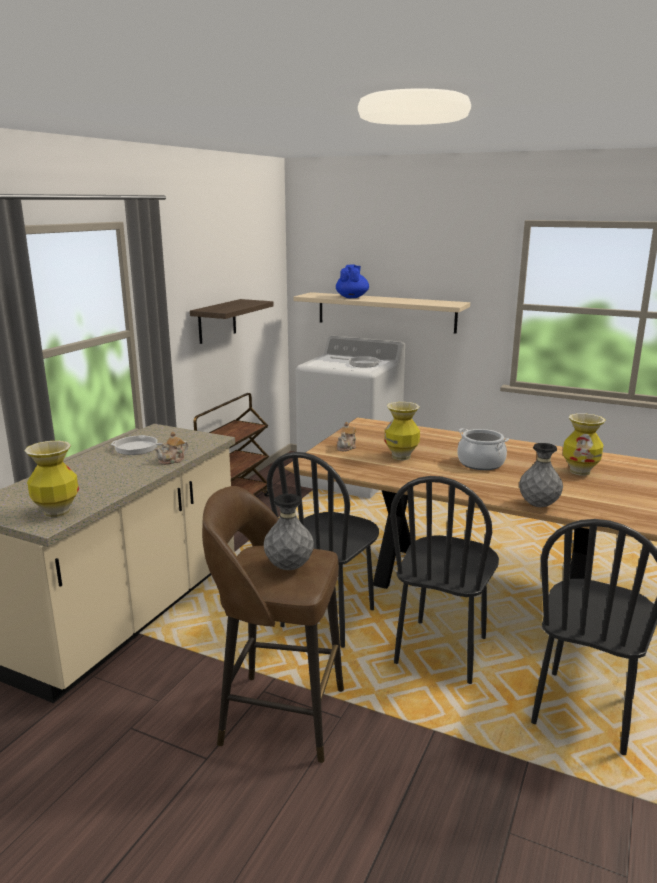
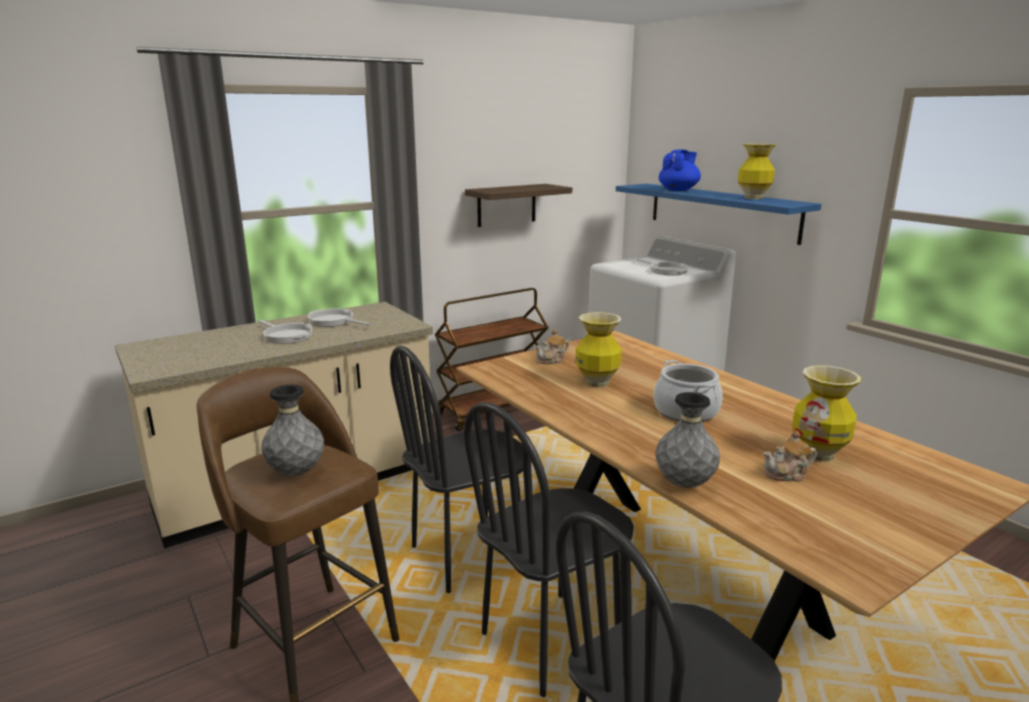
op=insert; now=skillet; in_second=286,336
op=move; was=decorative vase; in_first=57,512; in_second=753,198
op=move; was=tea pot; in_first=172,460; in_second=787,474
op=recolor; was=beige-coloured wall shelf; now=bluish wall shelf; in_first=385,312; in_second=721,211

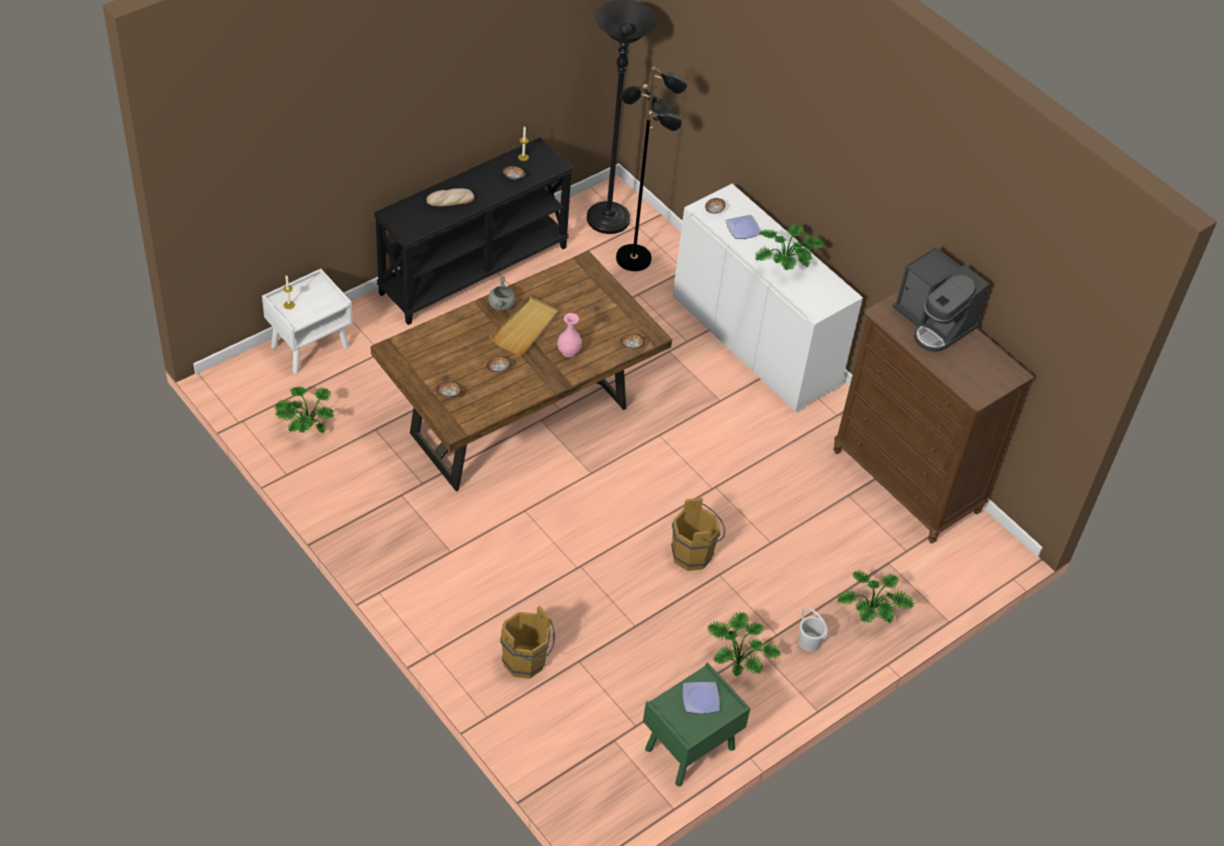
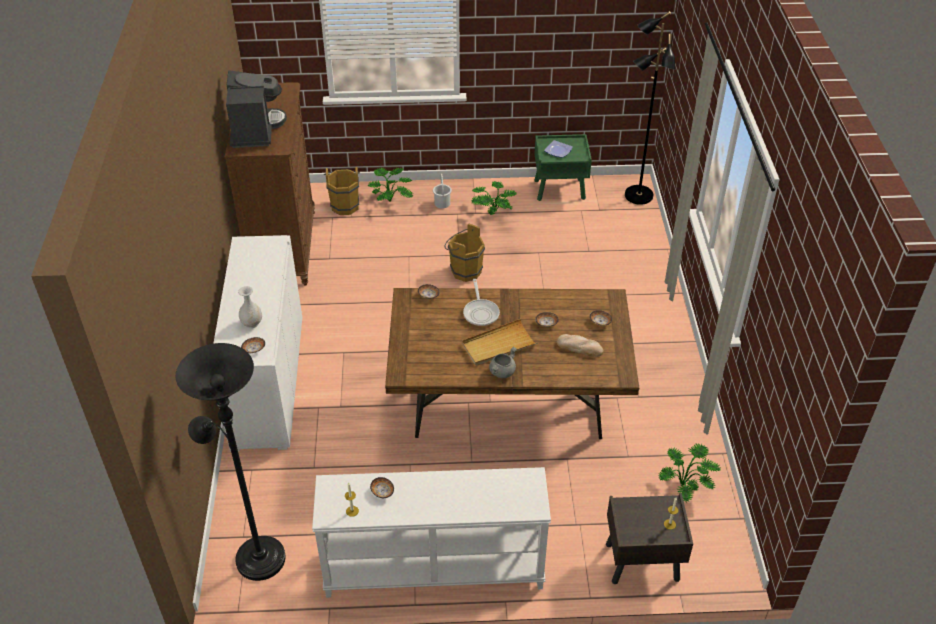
op=delete; was=plant in a pot; in_first=785,266
op=move; was=bread; in_first=450,200; in_second=580,347
op=move; was=brownish bucket; in_first=526,663; in_second=345,205
op=move; was=blackish floor lamp; in_first=634,258; in_second=637,196
op=replace; was=pink-coloured decorative vase; now=skillet; in_first=568,351; in_second=481,312
op=replace; was=flat dish; now=whitish decorative vase; in_first=742,229; in_second=252,323
op=recolor; was=whitish bedside table; now=brownish bedside table; in_first=310,346; in_second=641,562
op=recolor; was=blackish console table; now=whitish console table; in_first=473,269; in_second=433,569

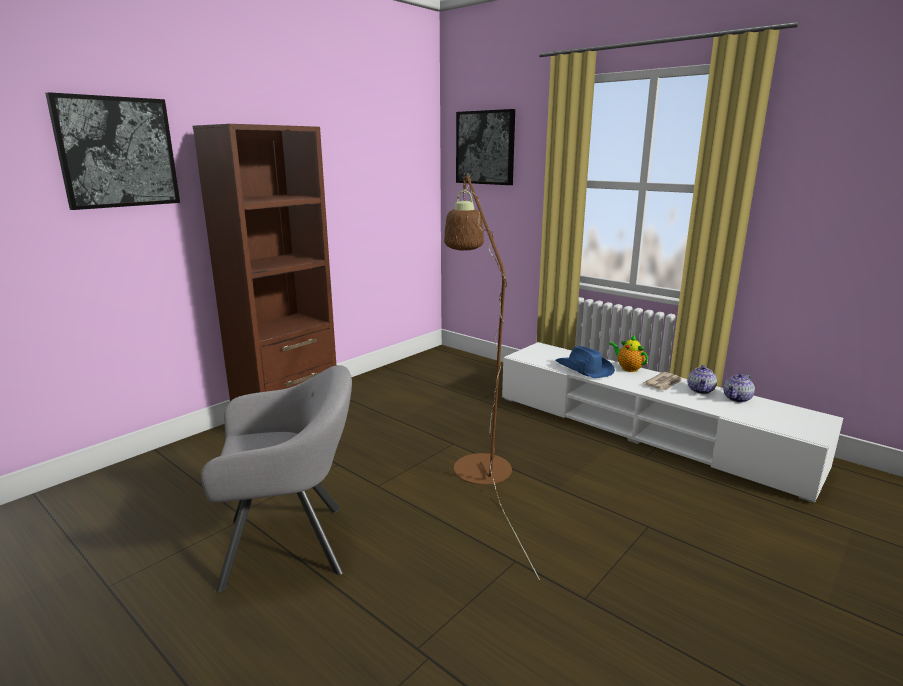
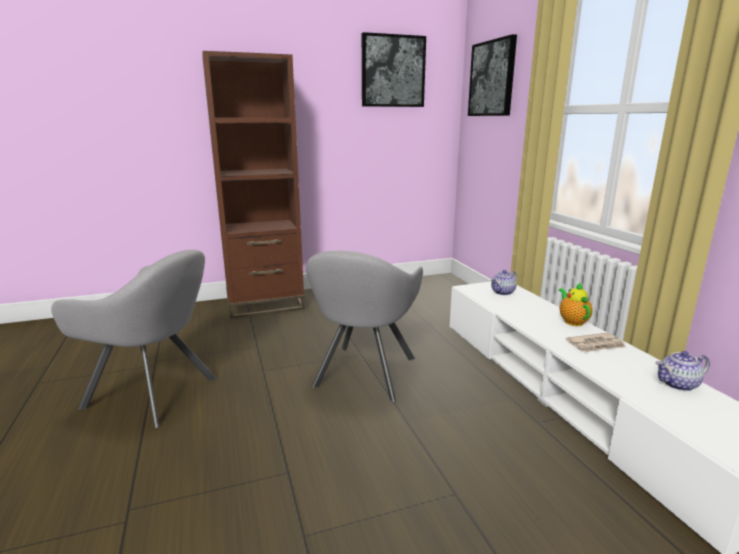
op=delete; was=bluish wearable hat; in_first=584,369
op=move; was=wall art; in_first=117,152; in_second=393,71
op=move; was=tea pot; in_first=701,390; in_second=503,292
op=replace; was=brownish floor lamp; now=gray armchair; in_first=478,460; in_second=364,374

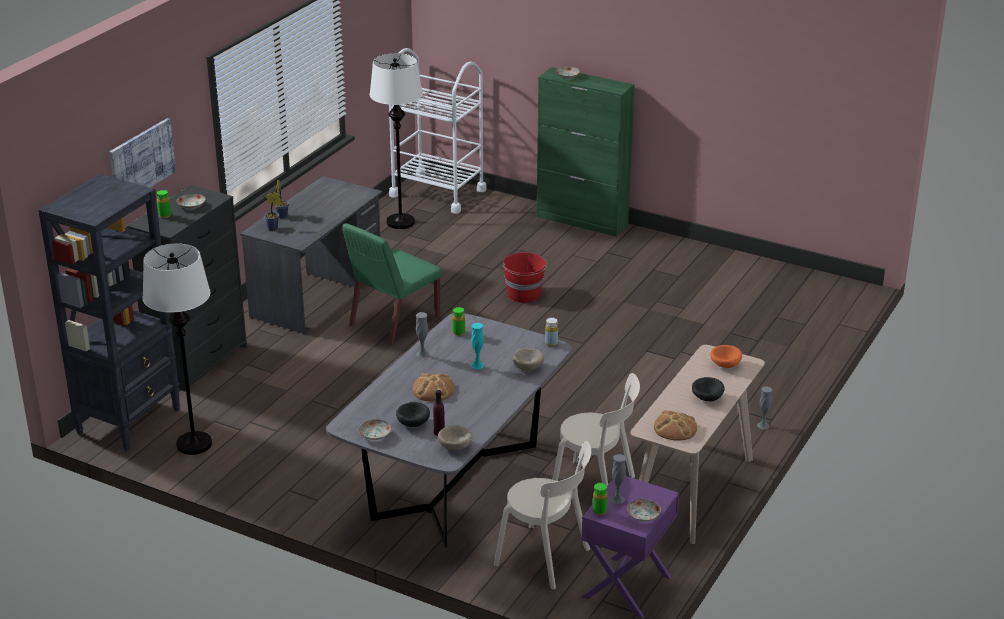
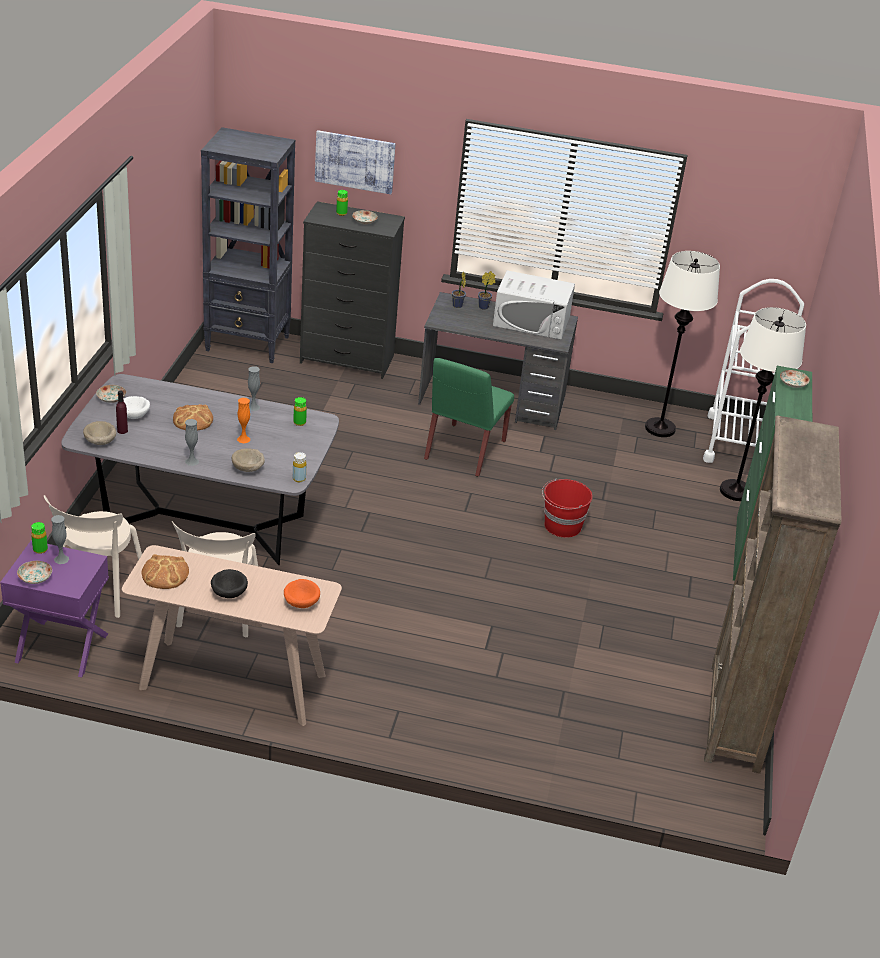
op=insert; now=whitish microwave; in_second=531,322
op=insert; now=brownish bookshelf; in_second=734,717
op=move; was=whitish floor lamp; in_first=193,444; in_second=735,491
op=move; was=gray decorative vase; in_first=763,425; in_second=192,461
op=recolor; was=blackish bowl; now=whitish bowl; in_first=412,423; in_second=135,415
op=recolor; was=turquoise decorative vase; now=orange decorative vase; in_first=477,365; in_second=243,439
op=rotate; was=green-coloured chair; in_first=394,322; in_second=464,451; clockwise=-90

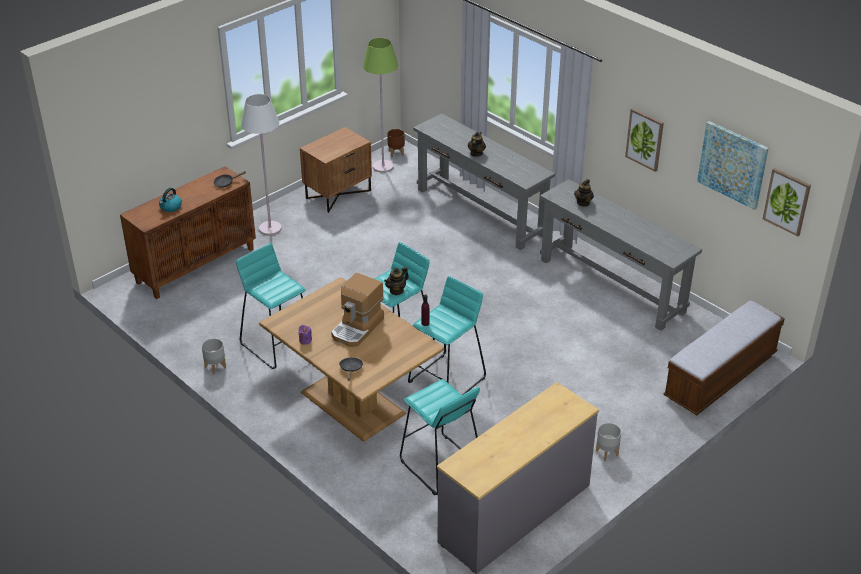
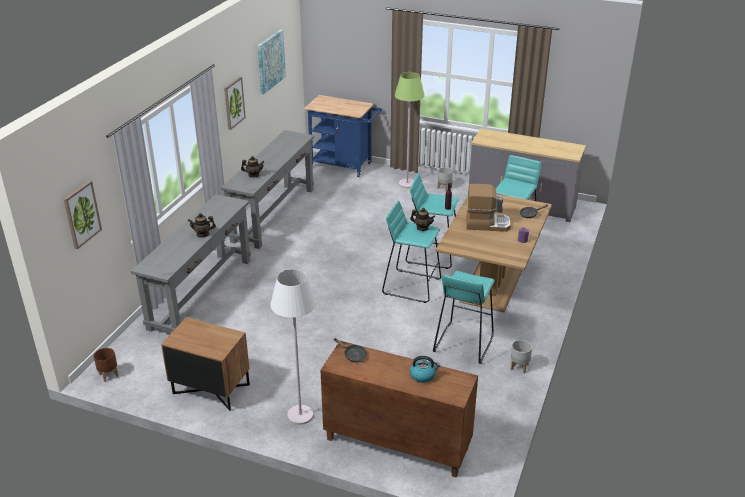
op=move; was=green-coloured floor lamp; in_first=383,167; in_second=407,184
op=move; was=wall art; in_first=787,201; in_second=81,214
op=replace; was=long seat; now=bluish trolley; in_first=720,376; in_second=344,166

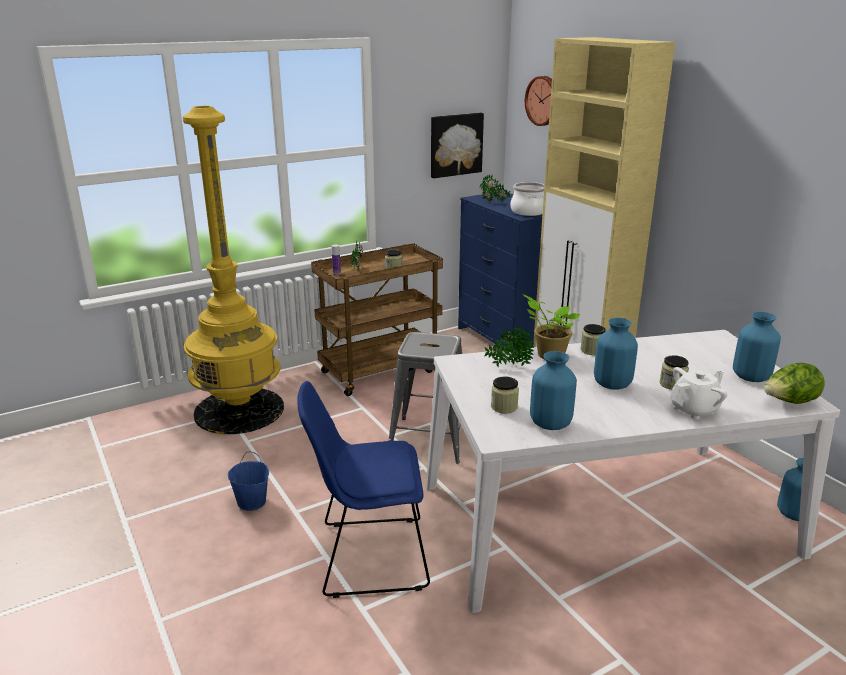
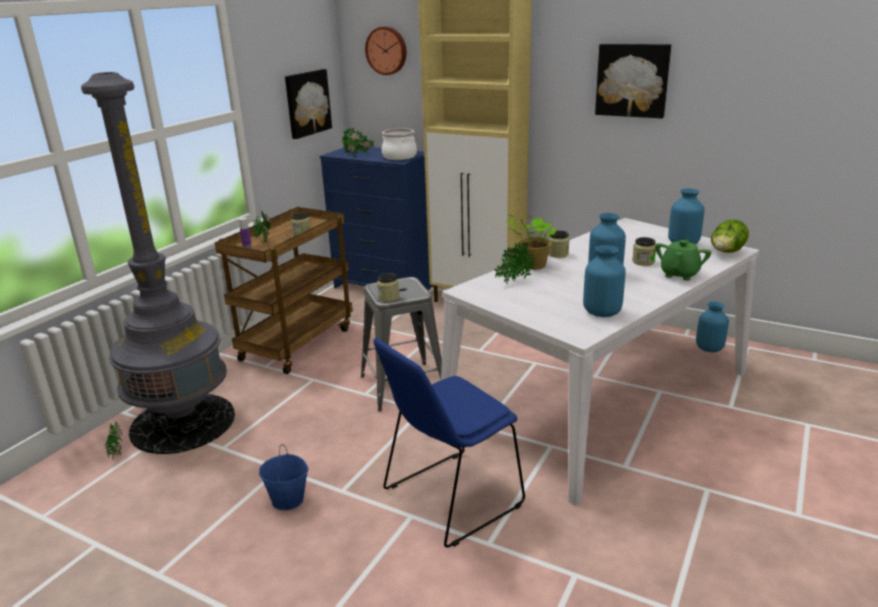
op=insert; now=plant in a pot; in_second=118,453
op=insert; now=wall art; in_second=632,80
op=move; was=preserve jar; in_first=504,407; in_second=388,297
op=recolor; was=yellow-coloured floor lamp; now=gray floor lamp; in_first=239,410; in_second=183,422
op=recolor; was=whitish tea pot; now=green-coloured tea pot; in_first=694,409; in_second=679,274

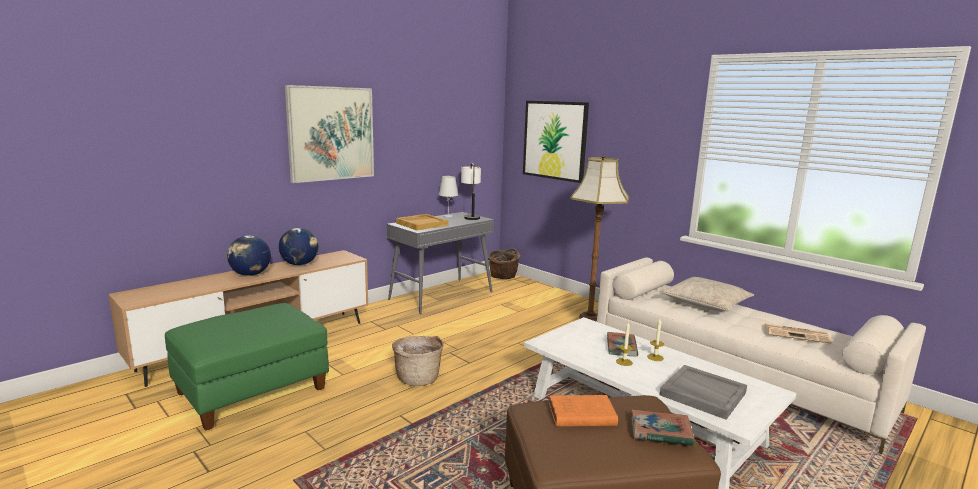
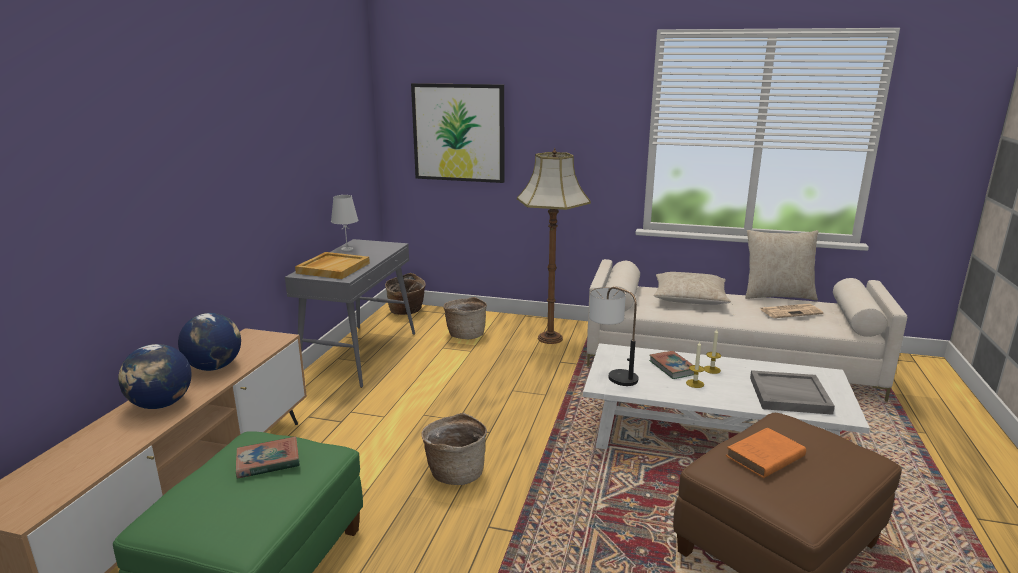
op=delete; was=wall art; in_first=331,133
op=insert; now=household basket; in_second=466,334
op=insert; now=beige-coloured pillow; in_second=777,295
op=move; was=table lamp; in_first=470,216; in_second=611,373
op=move; was=volume; in_first=660,431; in_second=268,461

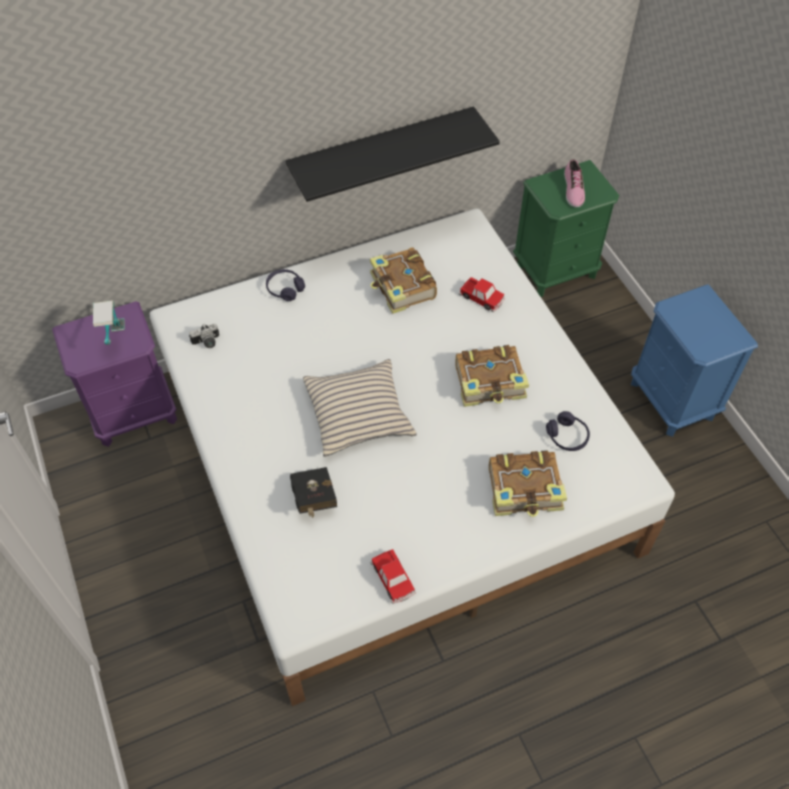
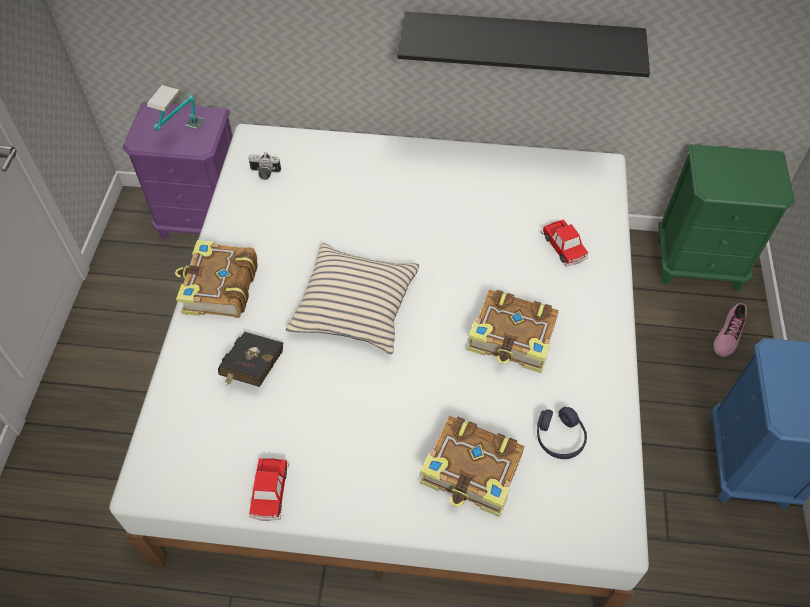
op=delete; was=purple-coloured headset; in_first=285,289
op=move; was=volume; in_first=402,287; in_second=219,288
op=move; was=item of footwear; in_first=572,189; in_second=728,334

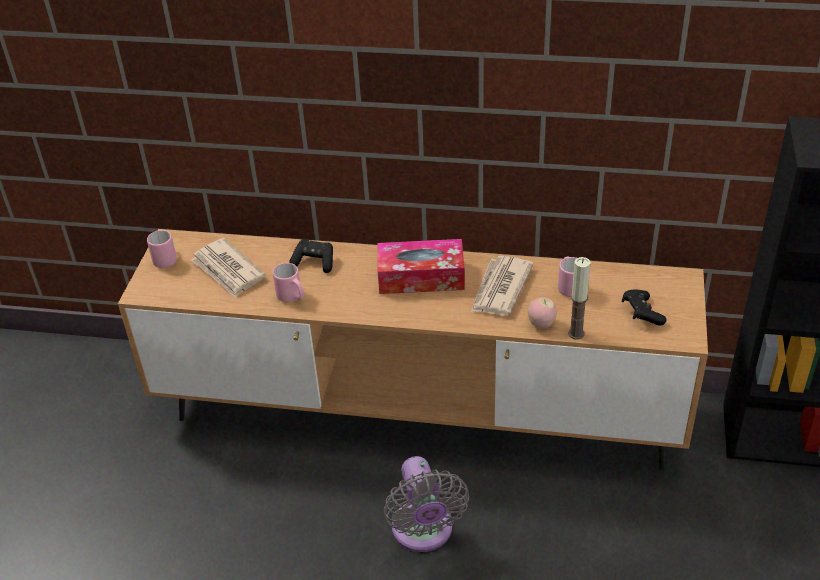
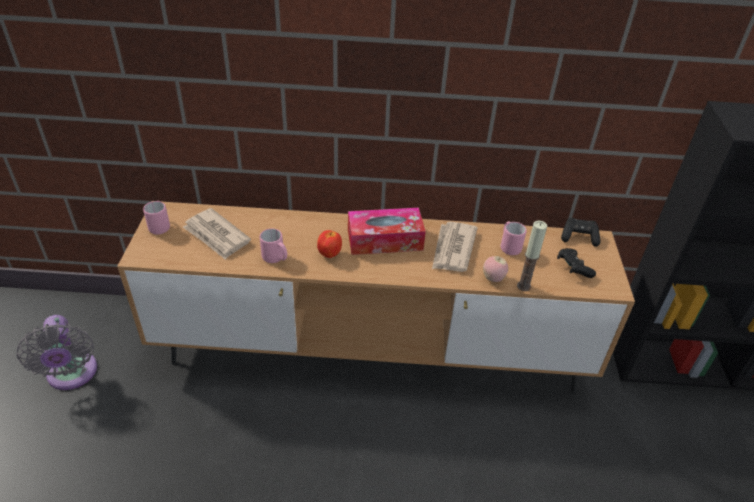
op=insert; now=whole apple; in_second=329,254
op=move; was=blackish joypad; in_first=314,262; in_second=579,237
op=move; was=gray electric fan; in_first=423,532; in_second=72,375

